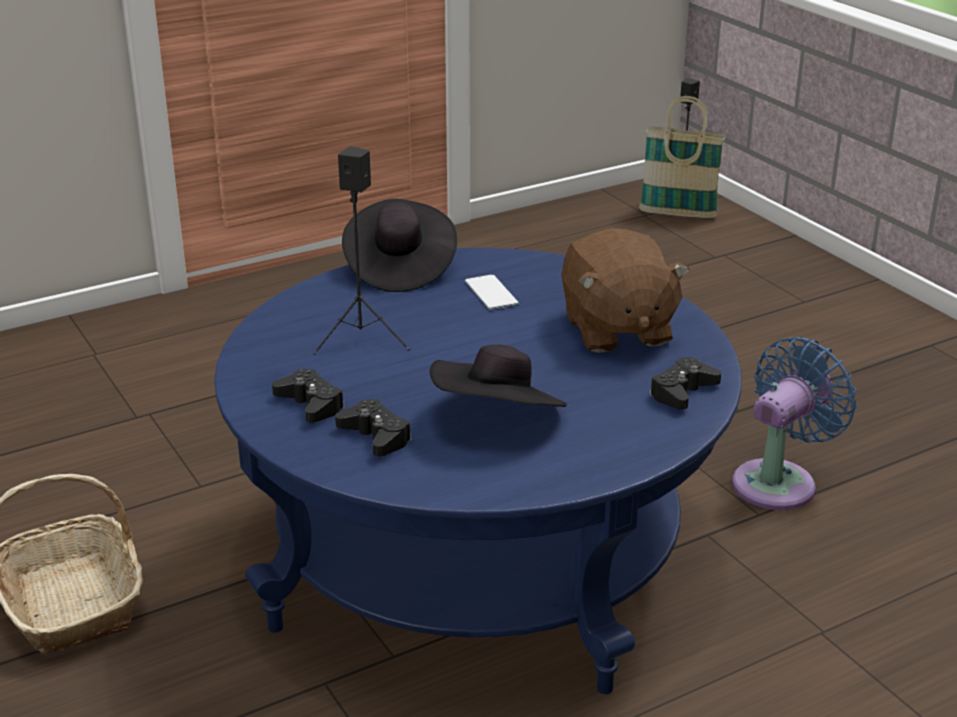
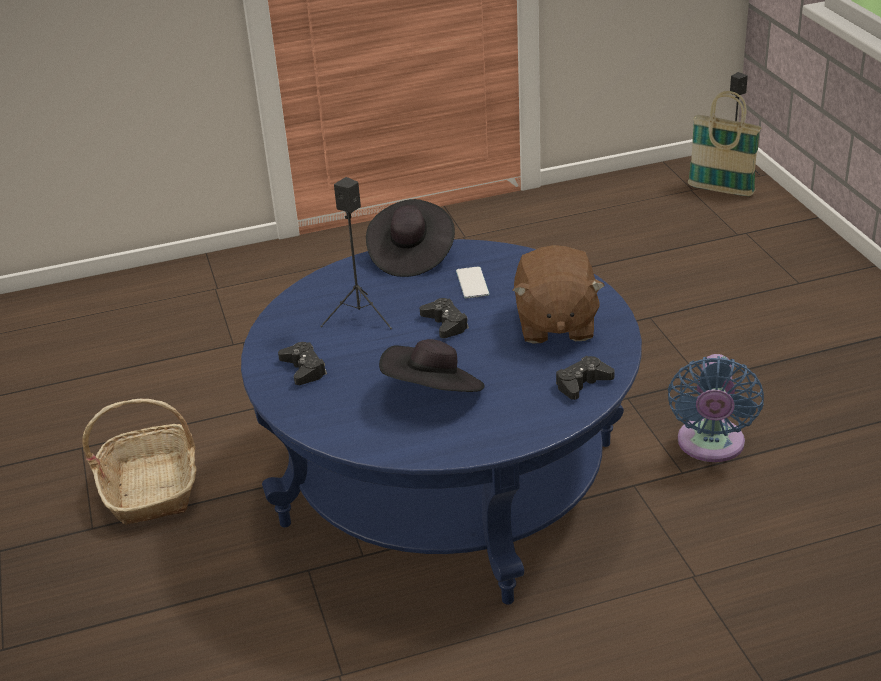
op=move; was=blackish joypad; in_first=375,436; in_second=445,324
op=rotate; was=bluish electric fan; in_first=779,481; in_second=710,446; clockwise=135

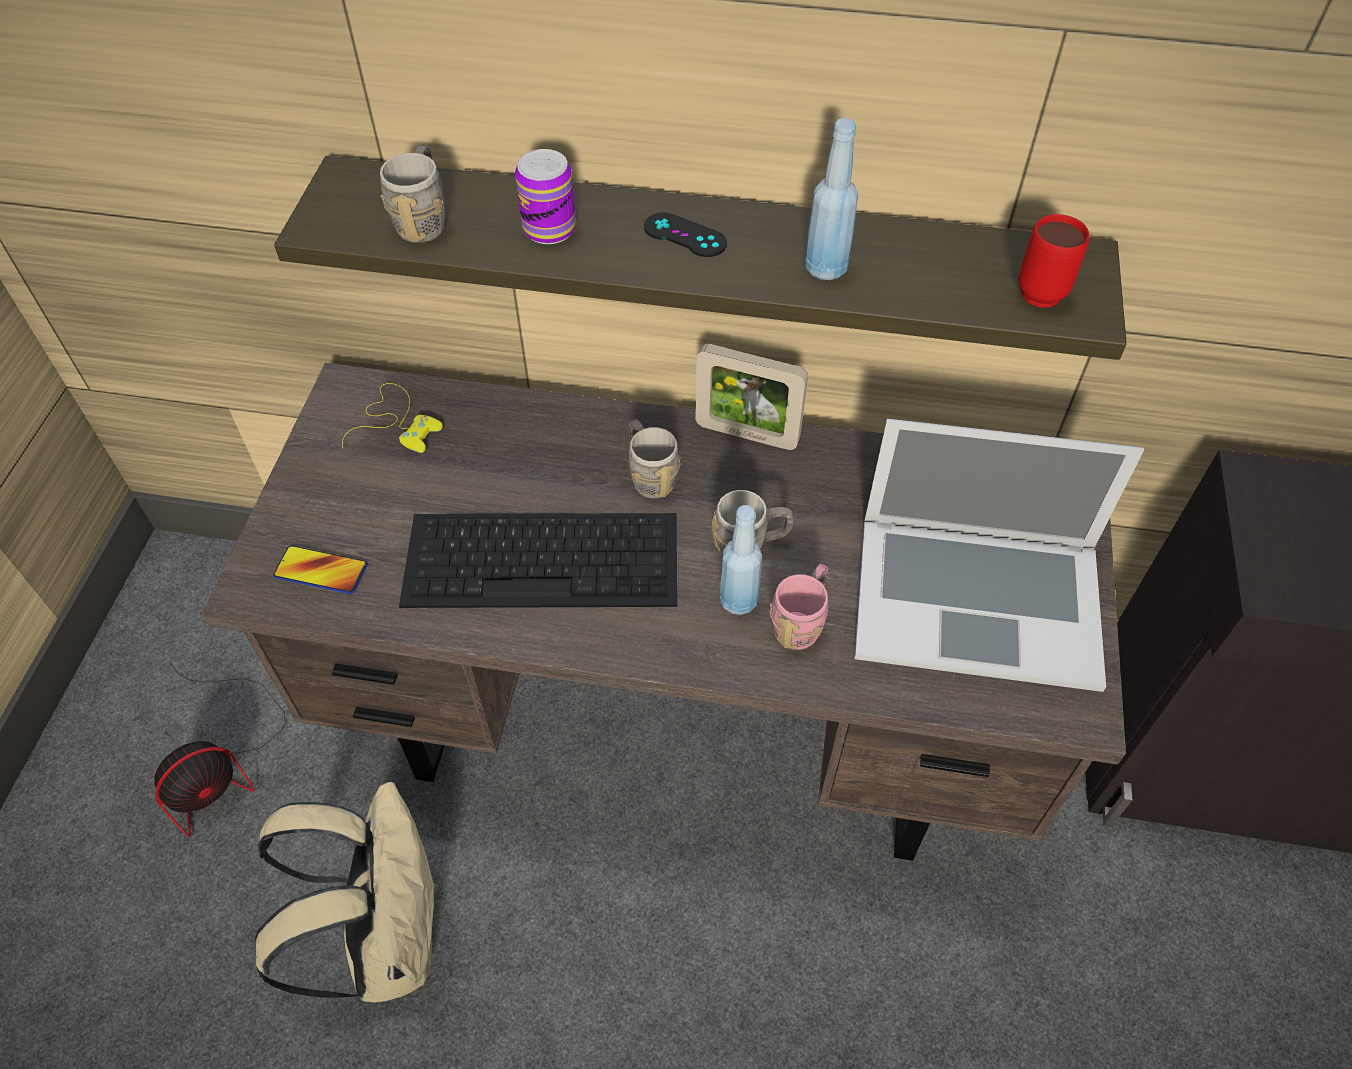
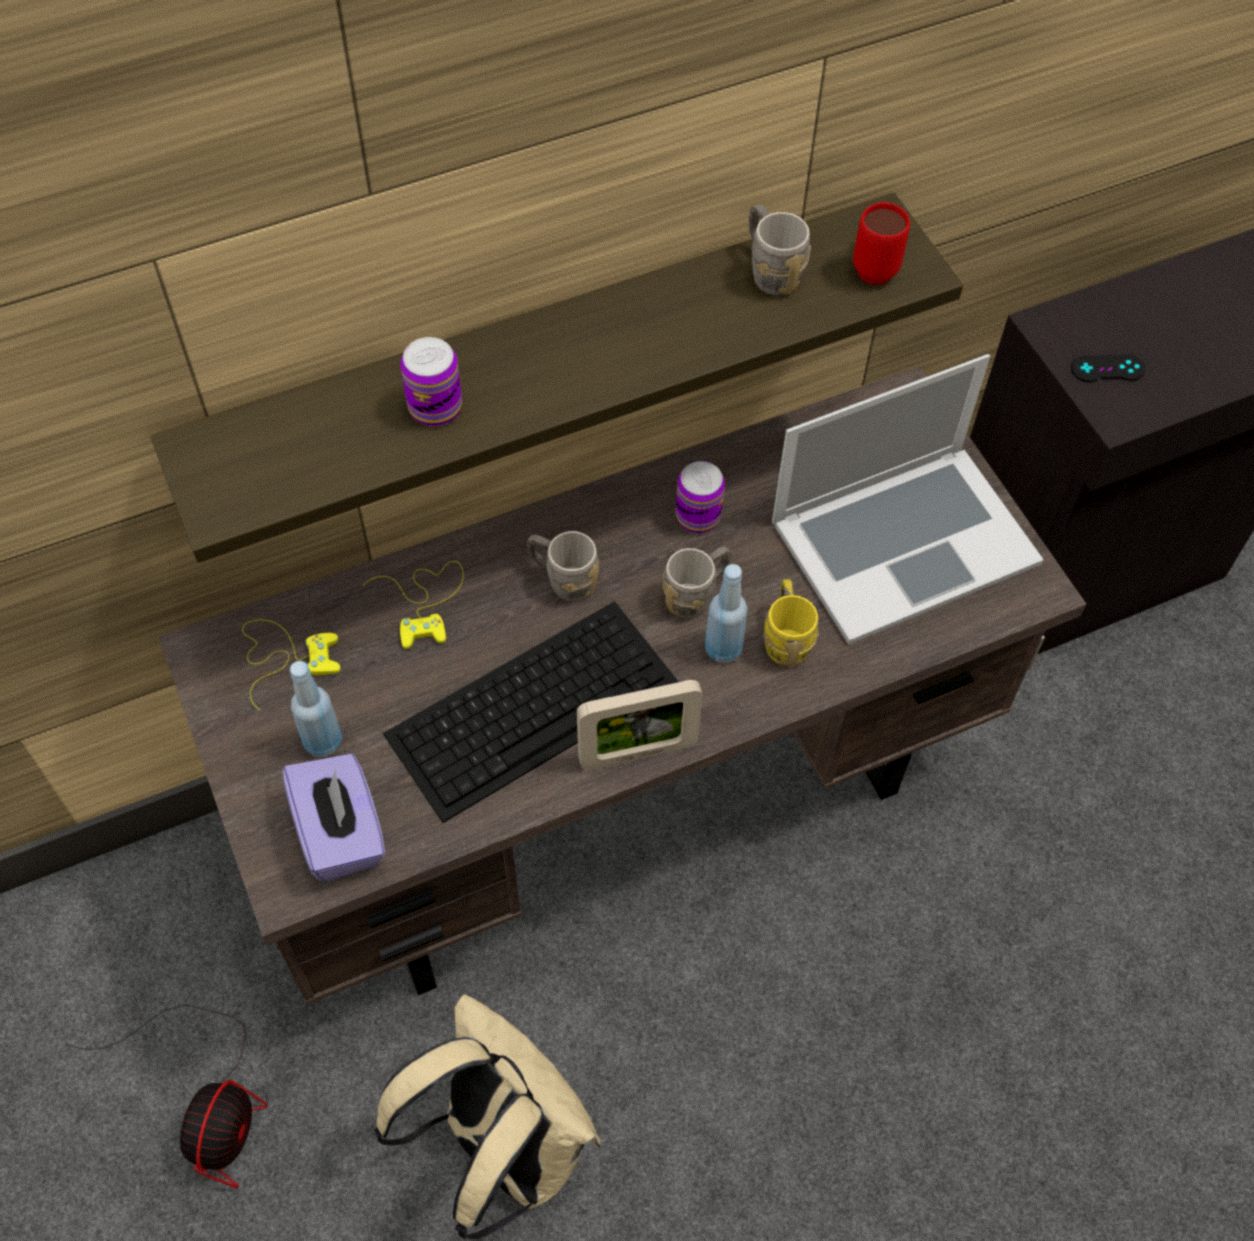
op=insert; now=yellow-coloured joypad; in_second=425,602
op=insert; now=sealed can; in_second=698,516
op=move; was=gray coffee mug; in_first=424,219; in_second=770,271
op=move; was=blackish joypad; in_first=685,235; in_second=1107,369
op=move; was=standing frame; in_first=746,434; in_second=637,753
op=move; was=bluish beverage bottle; in_first=825,268; in_second=322,741
op=replace; was=phone; now=purple-coloured tissue holder; in_first=321,571; in_second=341,833
op=recolor; was=pink-coloured coffee mug; now=yellow-coloured coffee mug; in_first=801,622; in_second=786,638

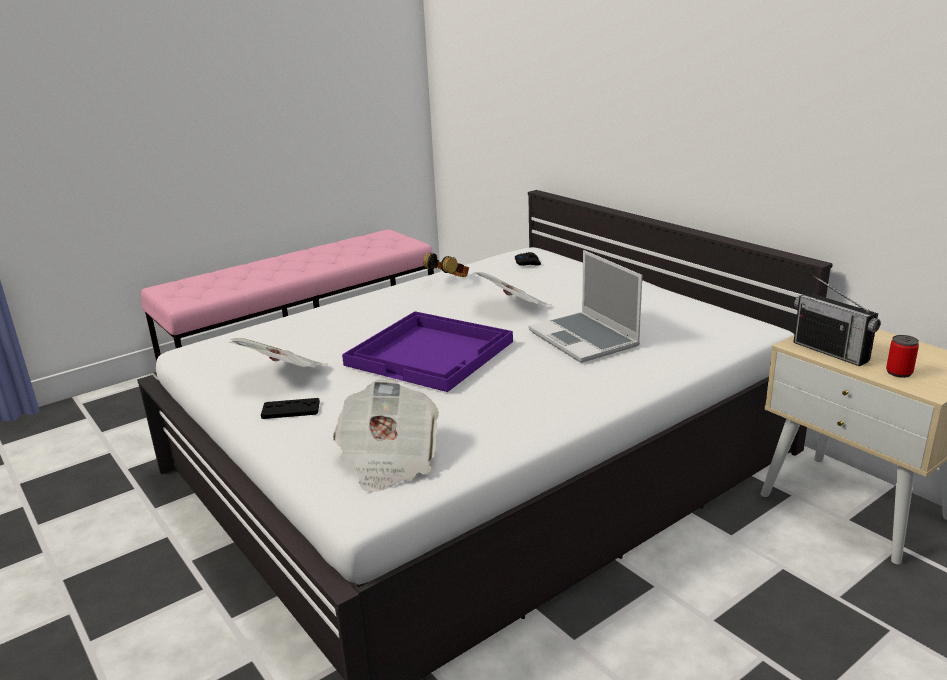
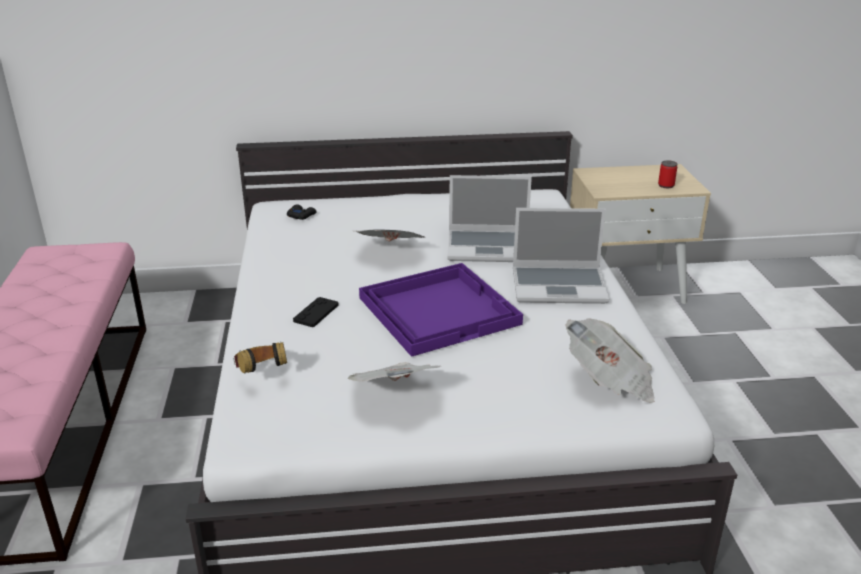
op=delete; was=radio; in_first=830,351
op=insert; now=portable computer; in_second=560,286
op=move; was=blackish joypad; in_first=290,410; in_second=316,313
op=move; was=headset; in_first=449,281; in_second=261,374

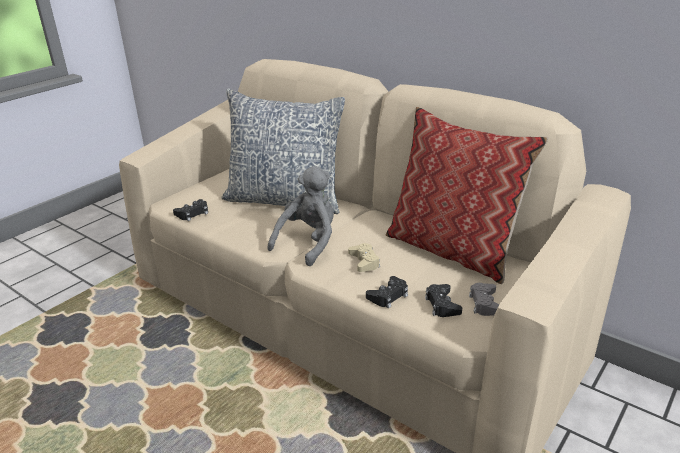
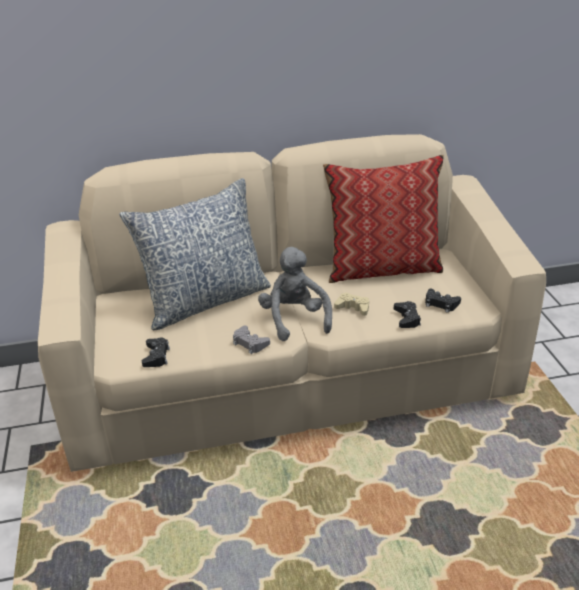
op=move; was=gray joypad; in_first=485,304; in_second=250,343

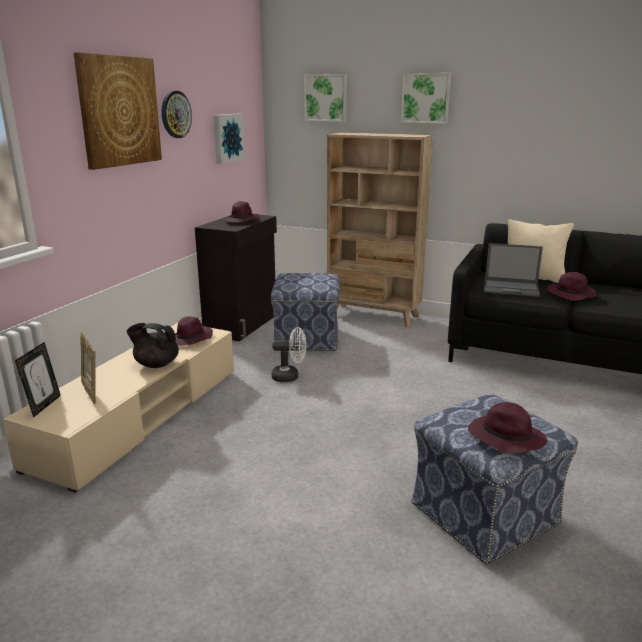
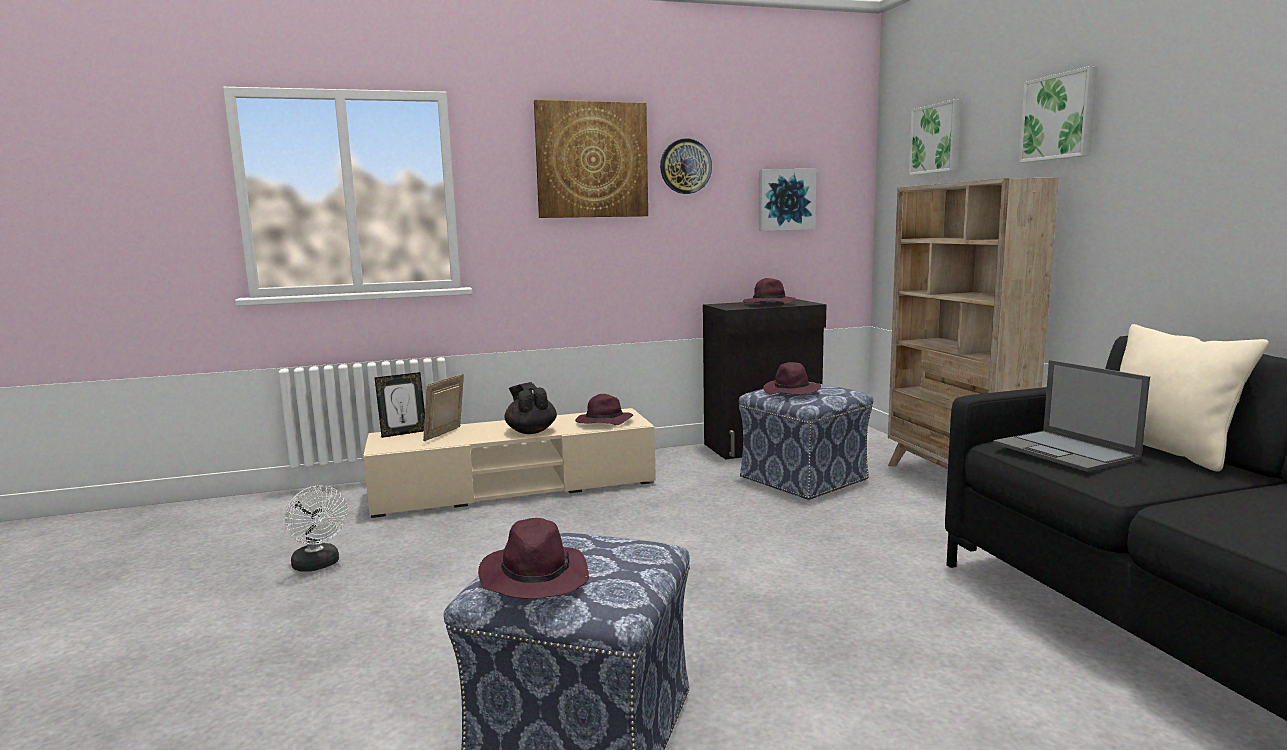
op=move; was=whitish electric fan; in_first=290,376; in_second=319,565
op=move; was=purple-coloured wearable hat; in_first=572,294; in_second=792,391

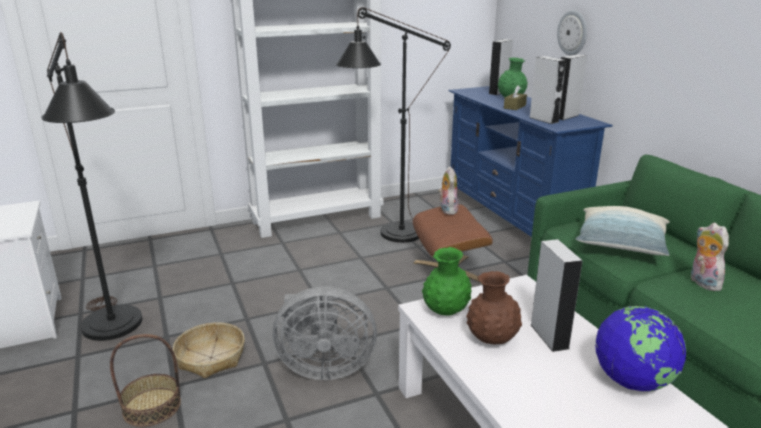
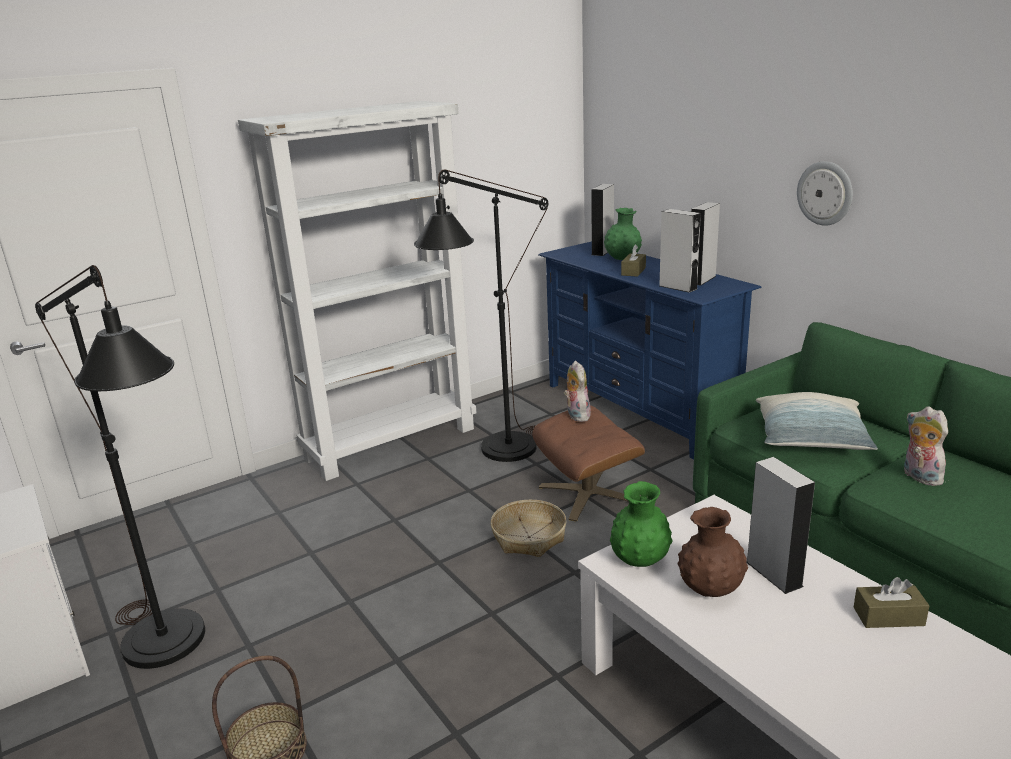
op=delete; was=gray electric fan; in_first=323,367
op=move; was=household basket; in_first=211,357; in_second=528,537
op=move; was=hanging clock; in_first=573,32; in_second=825,193
op=replace; was=desk globe; now=brownish tissue holder; in_first=632,381; in_second=888,616

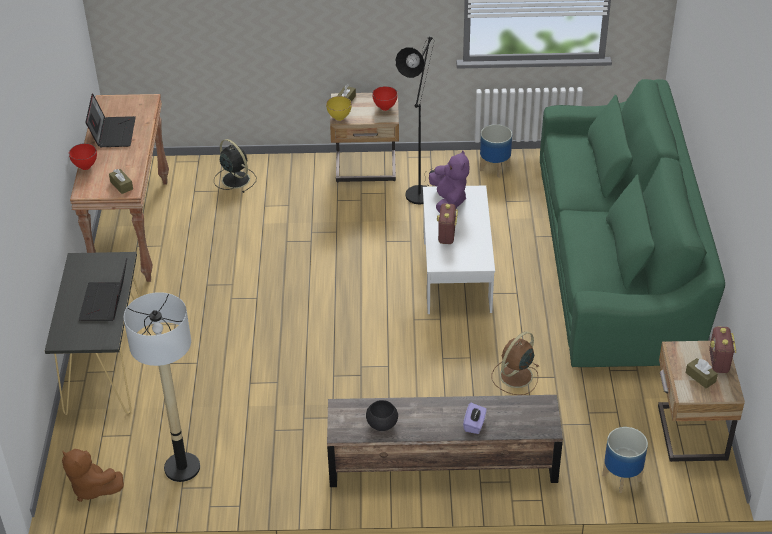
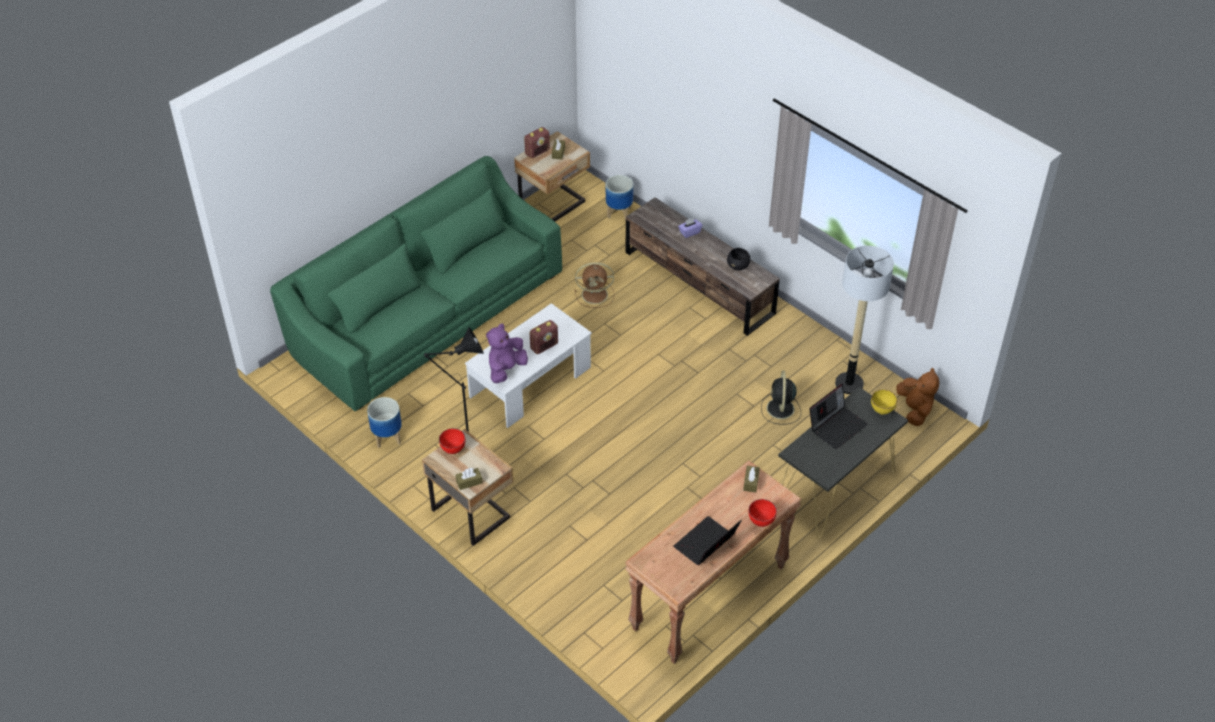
op=move; was=blackish electric fan; in_first=235,179; in_second=780,409
op=move; was=yellow-coloured bowl; in_first=338,118; in_second=882,411

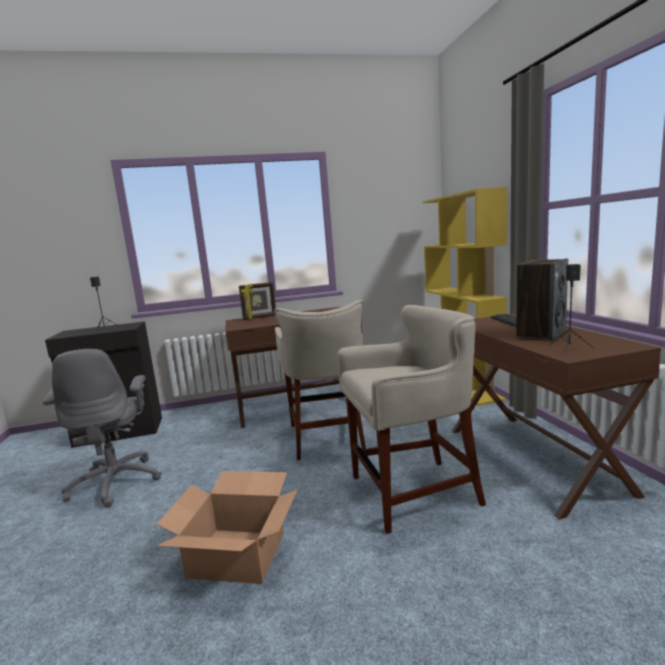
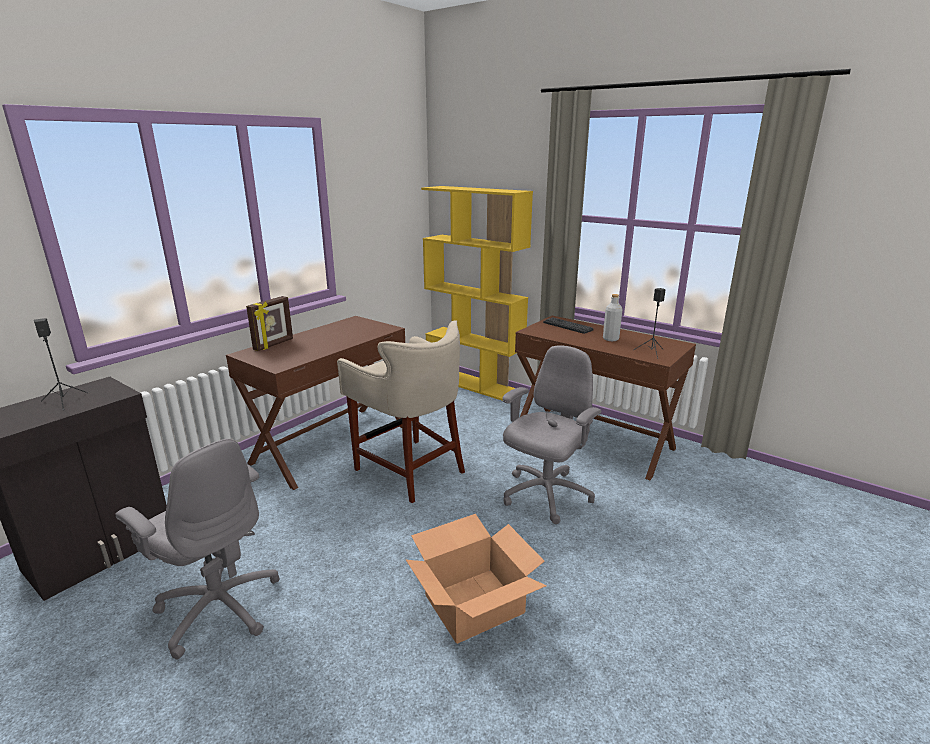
op=replace; was=beige-coloured stool; now=gray office chair; in_first=413,492; in_second=545,495
op=replace; was=audio speaker; now=gray beverage bottle; in_first=541,334; in_second=610,339

